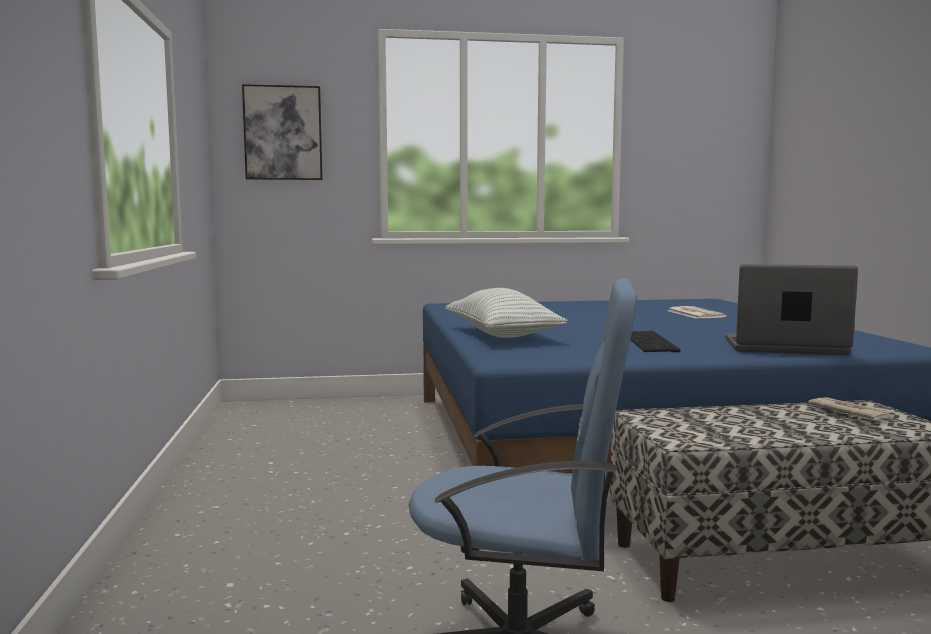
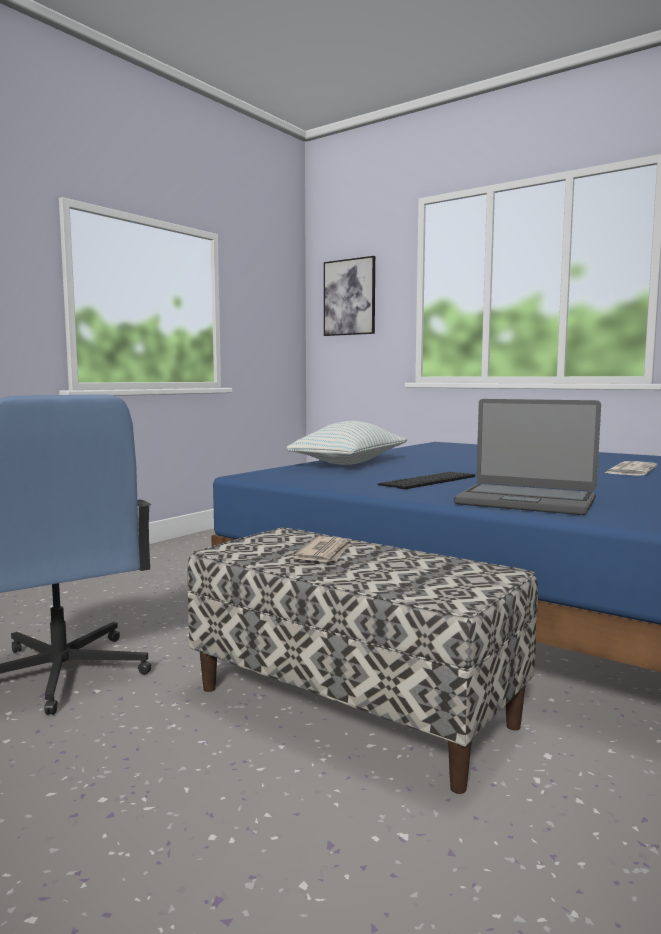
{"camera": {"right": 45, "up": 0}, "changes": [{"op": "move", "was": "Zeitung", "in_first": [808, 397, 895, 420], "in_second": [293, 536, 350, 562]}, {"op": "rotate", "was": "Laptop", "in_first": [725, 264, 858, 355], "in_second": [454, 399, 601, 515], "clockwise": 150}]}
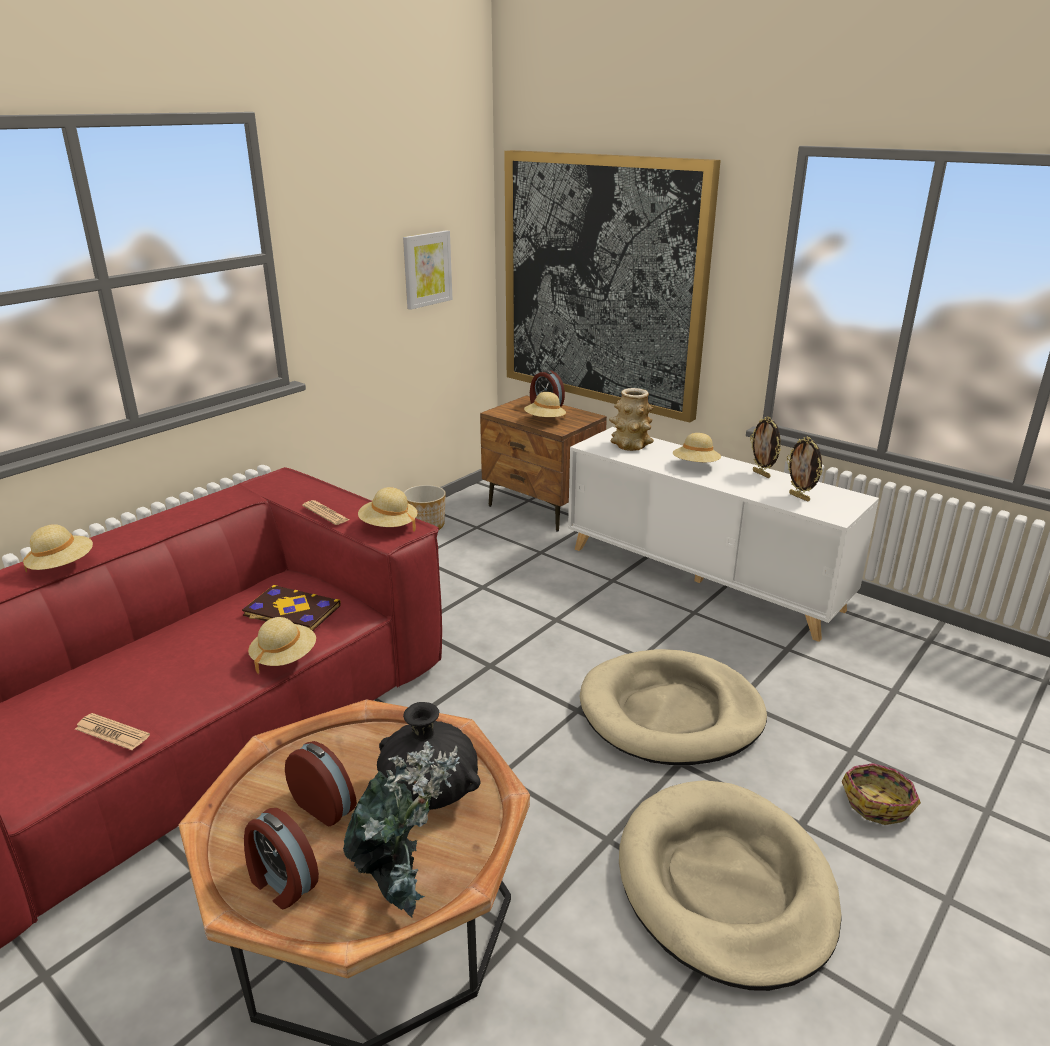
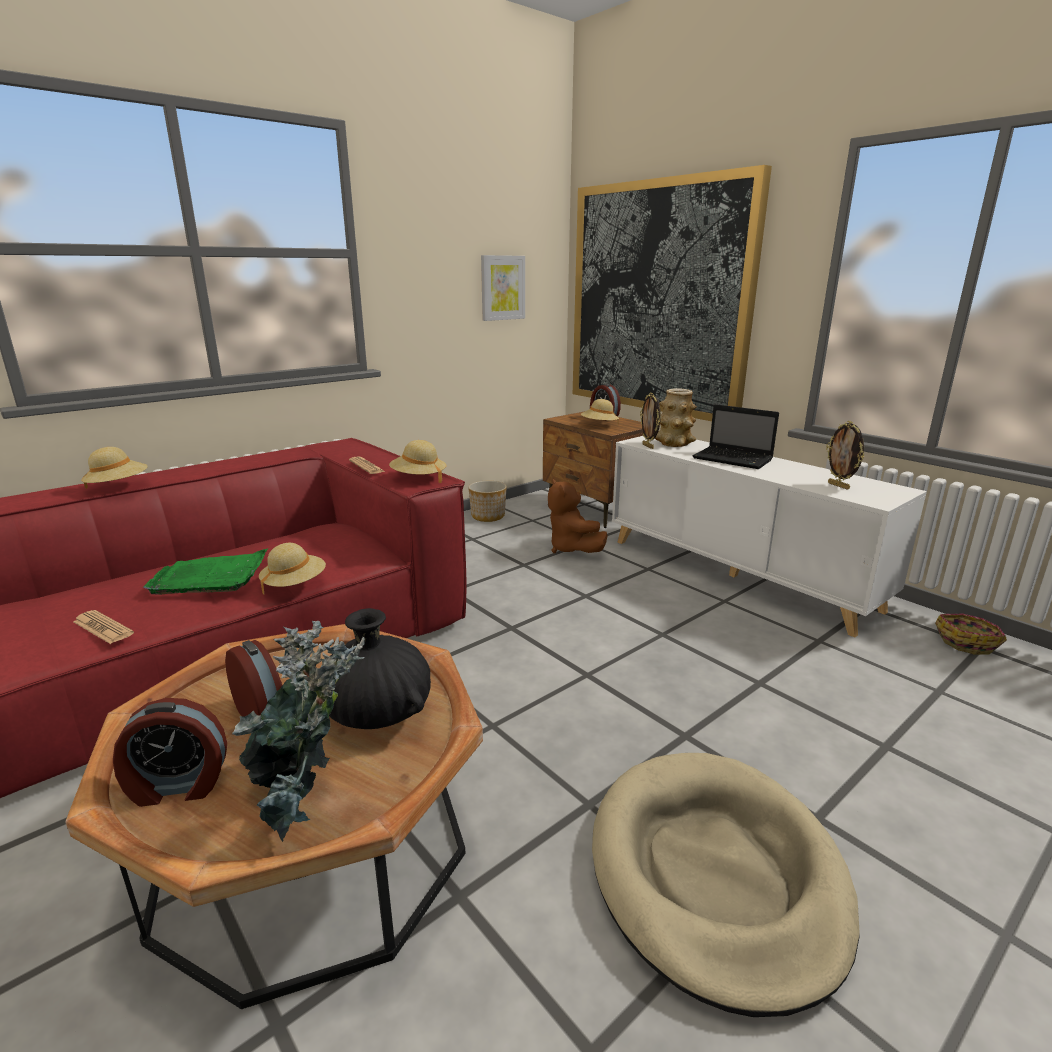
{"camera": {"right": 10, "up": -5}, "changes": [{"op": "delete", "was": "Buch", "in_first": [242, 585, 341, 631]}, {"op": "delete", "was": "Hundebett (beige)", "in_first": [579, 649, 767, 765]}, {"op": "insert", "now": "Tablett (grün)", "in_second": [143, 548, 269, 595]}, {"op": "insert", "now": "Plüschtier (braun)", "in_second": [548, 479, 608, 553]}, {"op": "move", "was": "Bilderrahmen", "in_first": [750, 416, 781, 478], "in_second": [640, 392, 661, 449]}, {"op": "move", "was": "Korb", "in_first": [842, 763, 921, 825], "in_second": [935, 614, 1007, 655]}, {"op": "replace", "was": "Hut (beige)", "now": "Laptop", "in_first": [673, 433, 721, 462], "in_second": [693, 404, 779, 469]}, {"op": "rotate", "was": "Wecker", "in_first": [244, 808, 319, 909], "in_second": [113, 698, 227, 807], "clockwise": -60}]}
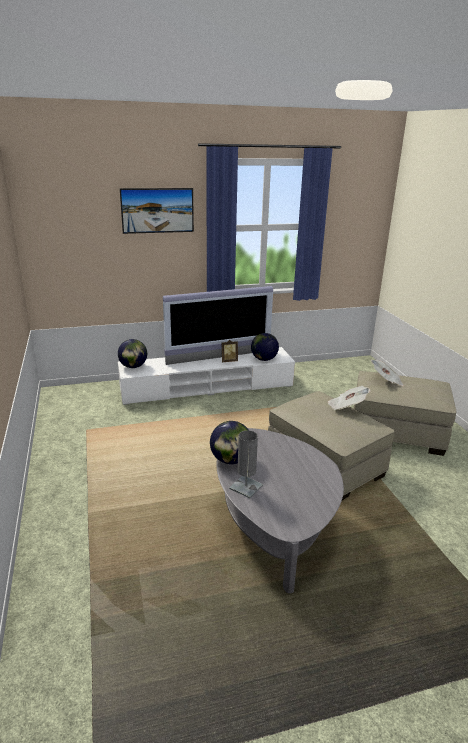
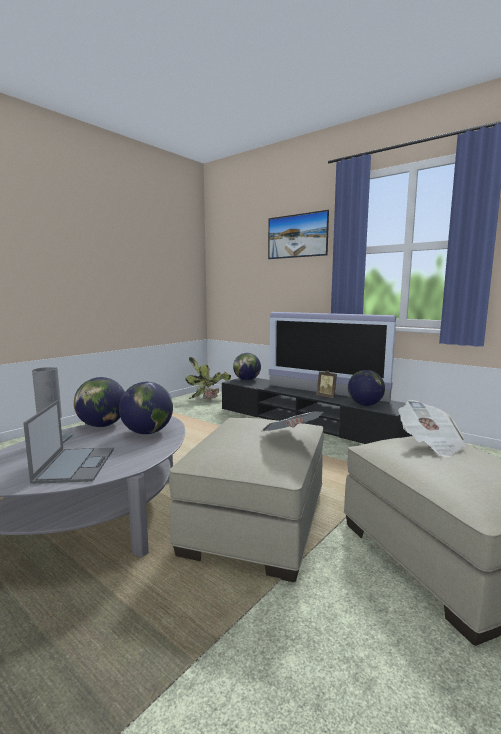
{"camera": {"right": 55, "up": -15}, "changes": [{"op": "insert", "now": "Laptop", "in_second": [23, 400, 114, 484]}, {"op": "insert", "now": "Globus", "in_second": [119, 382, 173, 434]}, {"op": "insert", "now": "Topfpflanze", "in_second": [186, 357, 231, 400]}, {"op": "recolor", "was": "Fernsehschrank (weiß)", "now": "Fernsehschrank (schwarz)", "in_first": [118, 347, 295, 405], "in_second": [222, 378, 412, 444]}]}
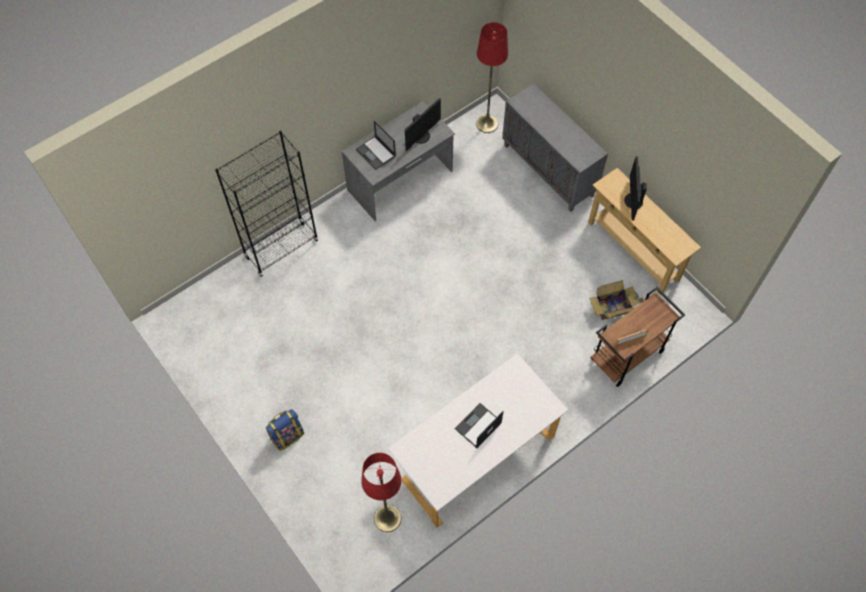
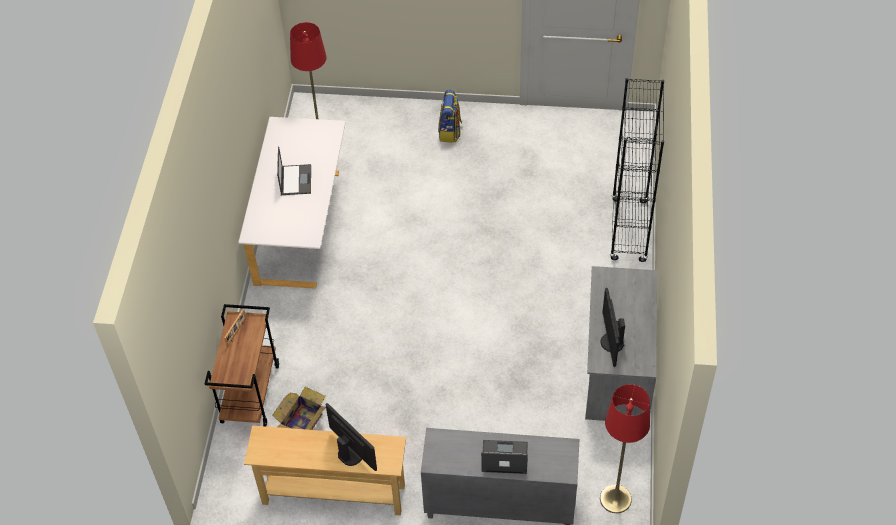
{"camera": {"right": 135, "up": -10}, "changes": [{"op": "move", "was": "Laptop", "in_first": [356, 120, 396, 170], "in_second": [481, 440, 528, 474]}]}
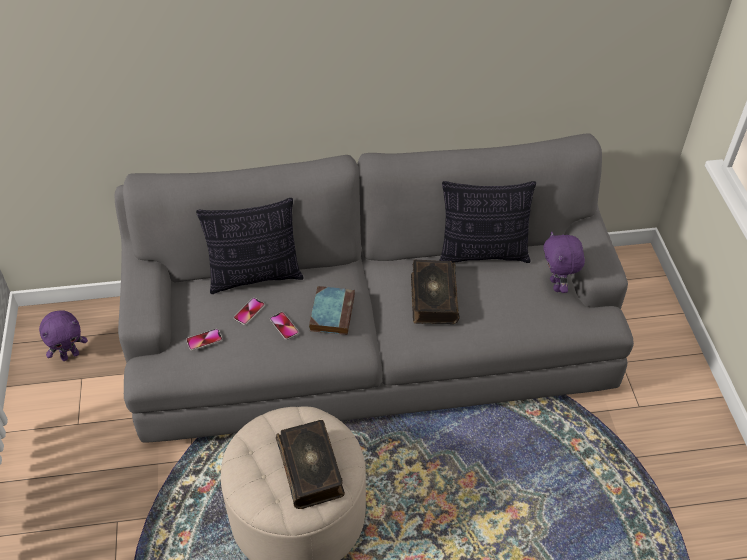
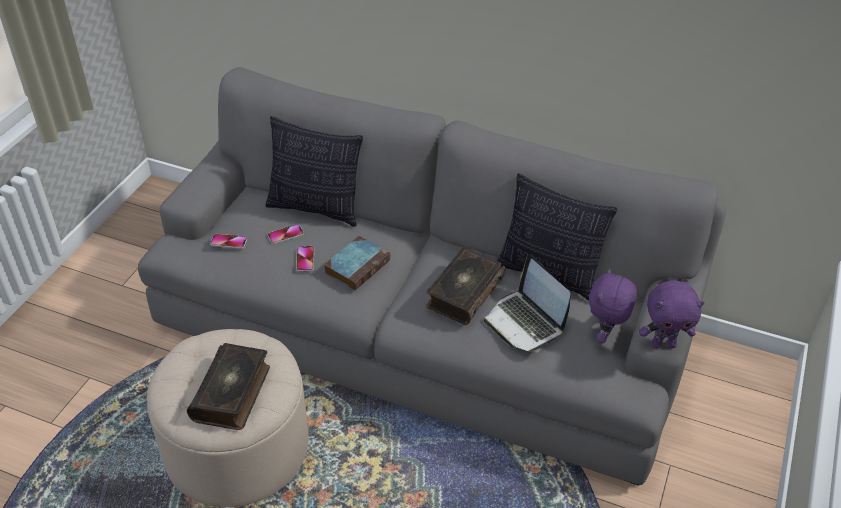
{"camera": {"right": 30, "up": -5}, "changes": [{"op": "insert", "now": "Laptop", "in_second": [484, 254, 571, 352]}, {"op": "move", "was": "Plüschtier (lila)", "in_first": [39, 310, 88, 361], "in_second": [639, 280, 705, 348]}]}
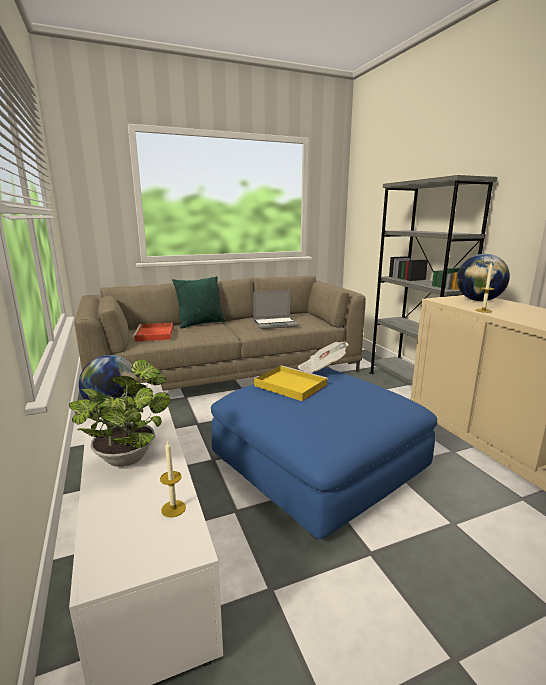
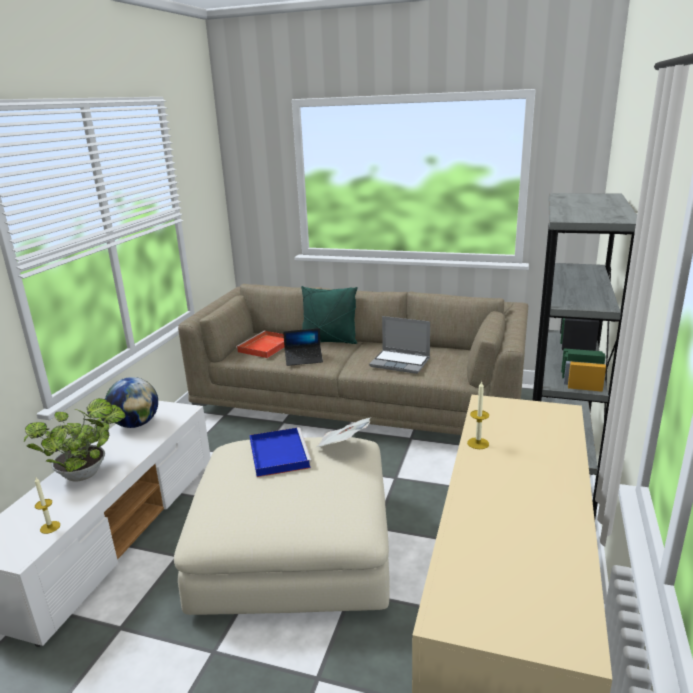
{"camera": {"right": 40, "up": 5}, "changes": [{"op": "delete", "was": "Globus", "in_first": [457, 254, 510, 301]}, {"op": "insert", "now": "Laptop", "in_second": [283, 328, 323, 366]}, {"op": "recolor", "was": "Polsterhocker (blau)", "now": "Polsterhocker (beige)", "in_first": [211, 367, 437, 539], "in_second": [174, 437, 390, 615]}, {"op": "recolor", "was": "Tablett (gelb)", "now": "Tablett (blau)", "in_first": [254, 365, 328, 401], "in_second": [250, 427, 312, 477]}]}
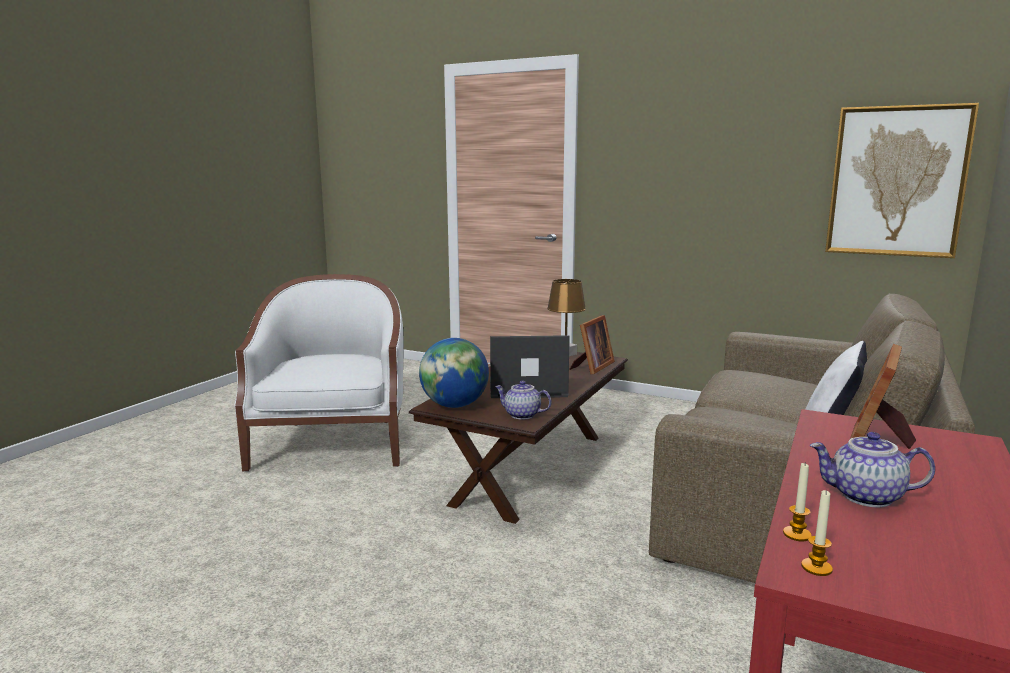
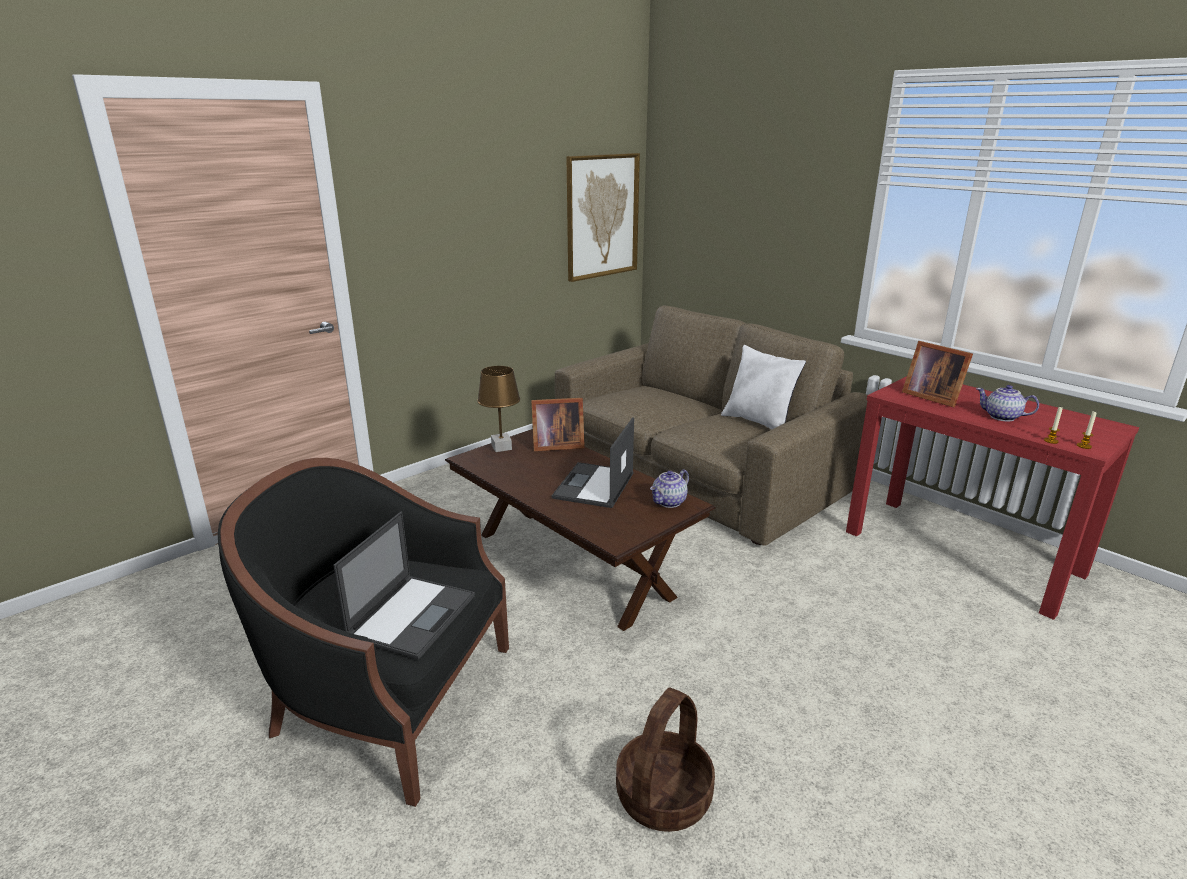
{"camera": {"right": -70, "up": 10}, "changes": [{"op": "delete", "was": "Globus", "in_first": [419, 338, 489, 408]}, {"op": "insert", "now": "Laptop", "in_second": [333, 512, 475, 659]}, {"op": "insert", "now": "Korb", "in_second": [616, 688, 715, 832]}, {"op": "recolor", "was": "Sessel (weiß)", "now": "Sessel (schwarz)", "in_first": [234, 274, 403, 472], "in_second": [218, 458, 509, 807]}, {"op": "rotate", "was": "Bilderrahmen", "in_first": [570, 315, 615, 374], "in_second": [531, 398, 585, 451], "clockwise": 120}, {"op": "rotate", "was": "Teekanne", "in_first": [810, 432, 935, 507], "in_second": [976, 385, 1039, 421], "clockwise": 90}]}
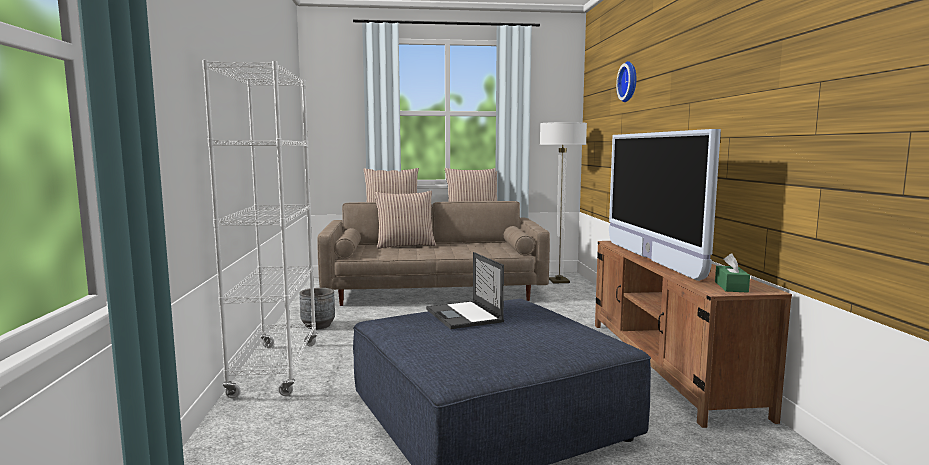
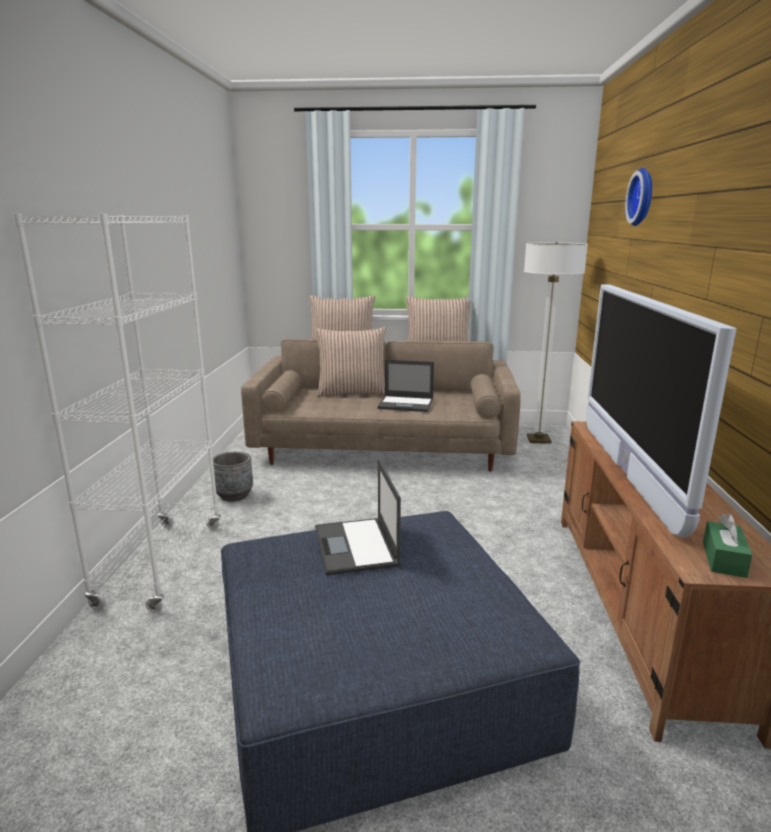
{"camera": {"right": 10, "up": 10}, "changes": [{"op": "insert", "now": "Laptop", "in_second": [377, 360, 434, 412]}]}
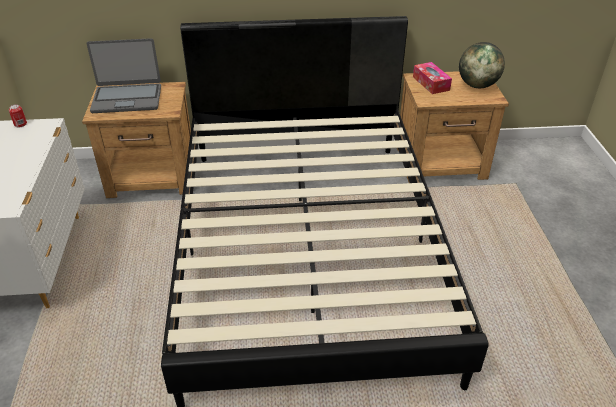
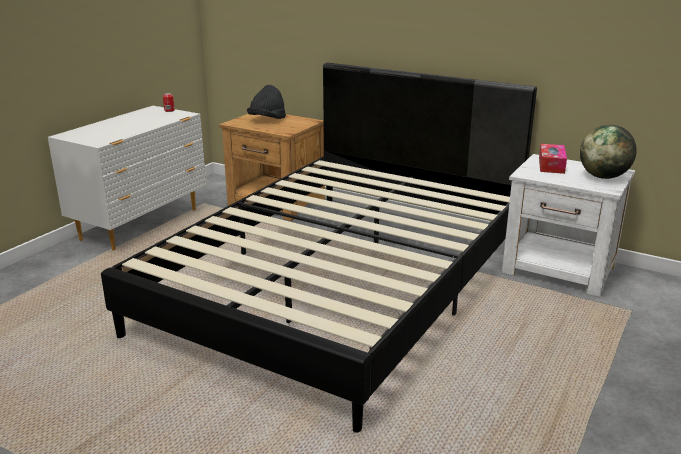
{"camera": {"right": 35, "up": -15}, "changes": [{"op": "replace", "was": "Laptop", "now": "Hut (schwarz)", "in_first": [87, 38, 161, 113], "in_second": [247, 85, 286, 119]}, {"op": "recolor", "was": "Nachttisch (braun)", "now": "Nachttisch (weiß)", "in_first": [397, 71, 509, 183], "in_second": [502, 154, 635, 297]}]}
